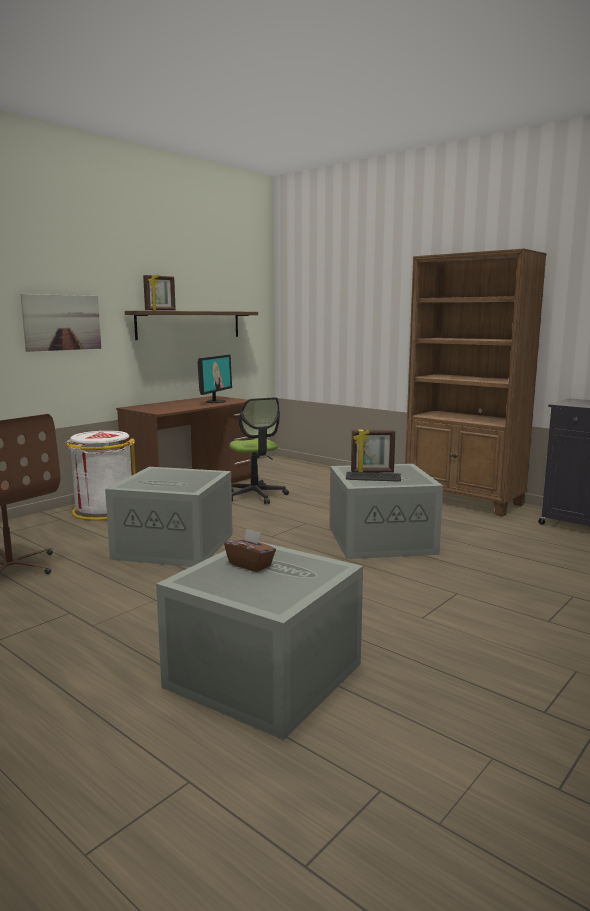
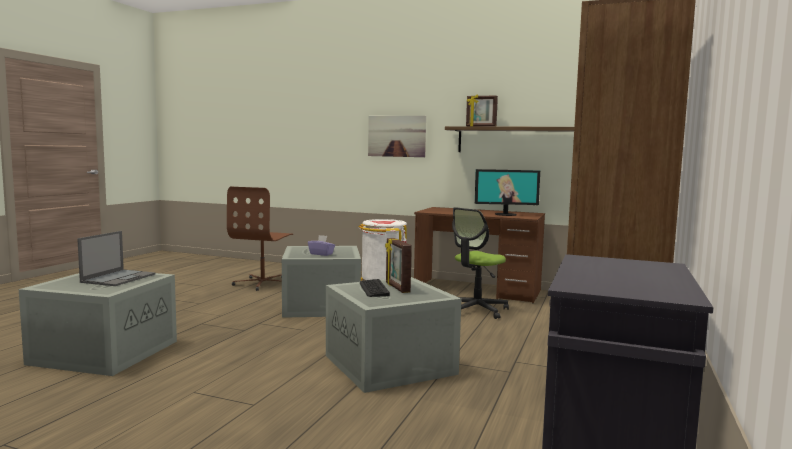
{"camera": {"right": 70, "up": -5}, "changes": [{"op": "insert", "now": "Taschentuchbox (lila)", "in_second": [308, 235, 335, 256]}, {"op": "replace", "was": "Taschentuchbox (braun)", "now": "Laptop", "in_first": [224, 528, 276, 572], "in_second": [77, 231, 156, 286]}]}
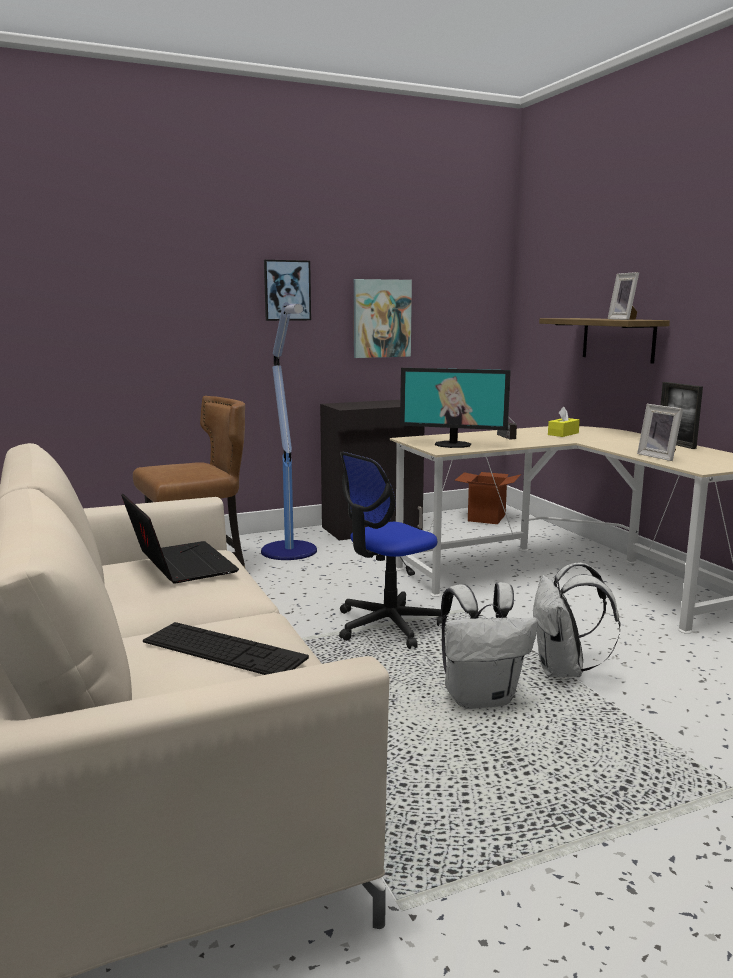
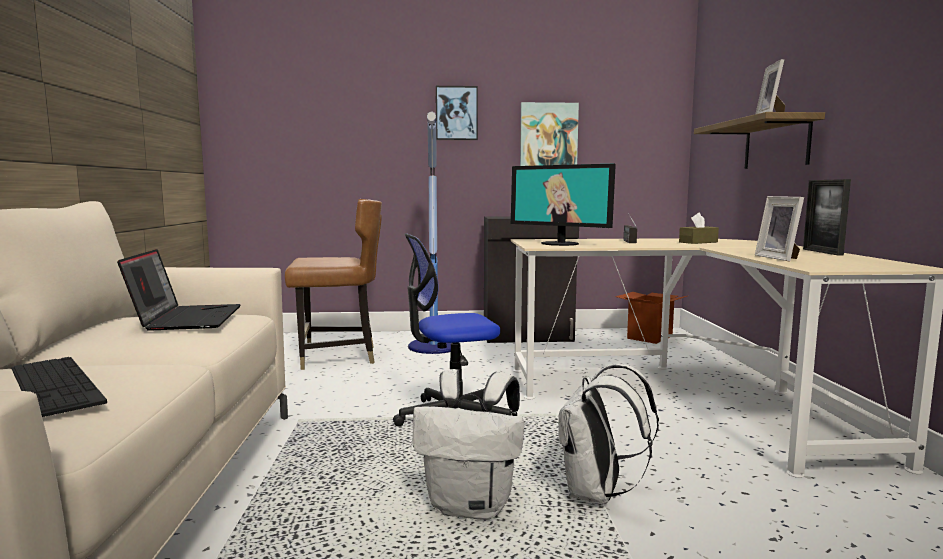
{"camera": {"right": 20, "up": -5}, "changes": [{"op": "recolor", "was": "Taschentuchbox (gelb)", "now": "Taschentuchbox (braun)", "in_first": [548, 407, 580, 437], "in_second": [679, 213, 719, 244]}]}
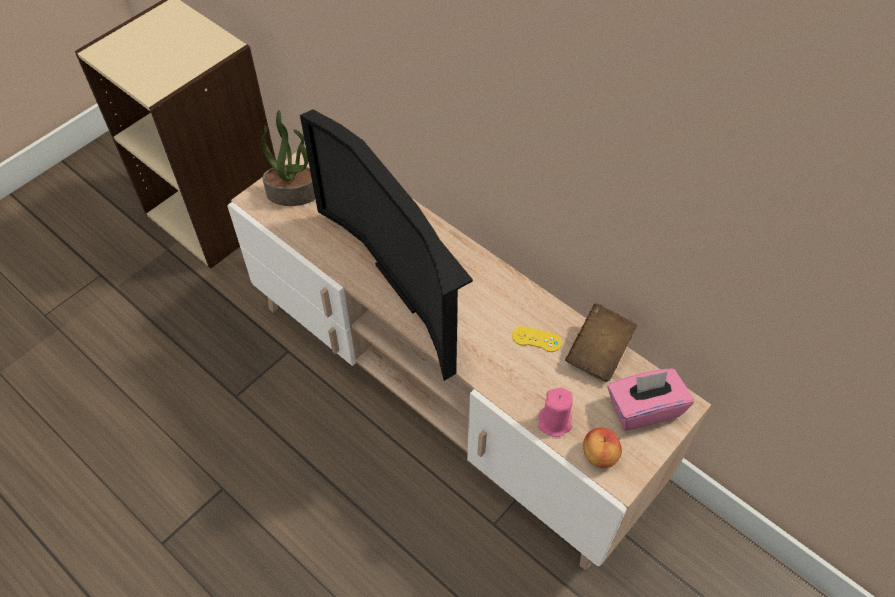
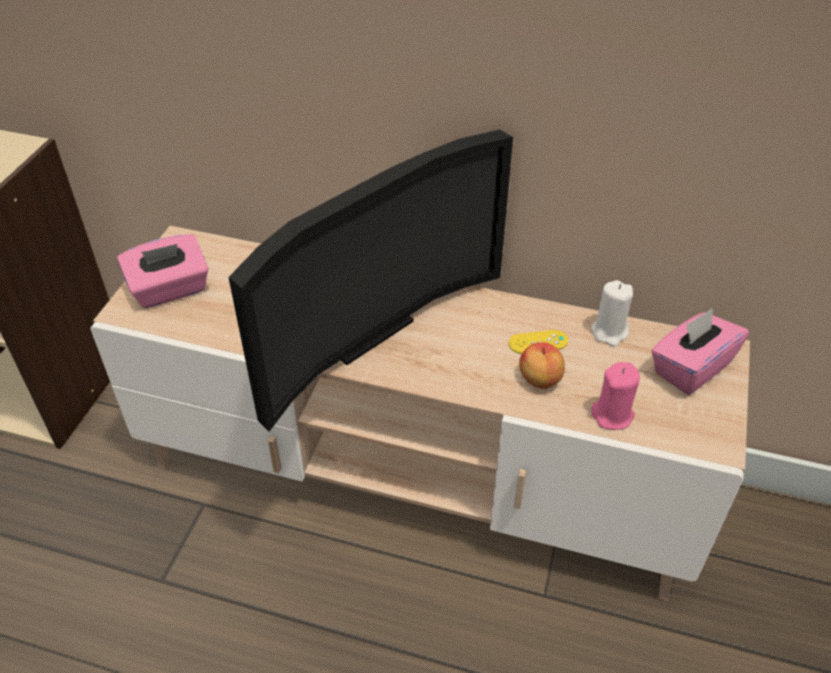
{"camera": {"right": -25, "up": -10}, "changes": [{"op": "move", "was": "Apfel", "in_first": [583, 428, 622, 468], "in_second": [519, 342, 565, 389]}, {"op": "replace", "was": "Topfpflanze", "now": "Taschentuchbox (rosa)", "in_first": [261, 110, 315, 206], "in_second": [117, 235, 209, 308]}, {"op": "replace", "was": "Buch (braun)", "now": "Kerze (weiß)", "in_first": [565, 304, 638, 382], "in_second": [591, 280, 633, 347]}, {"op": "rotate", "was": "Fernseher", "in_first": [300, 109, 473, 381], "in_second": [228, 130, 513, 432], "clockwise": -75}]}
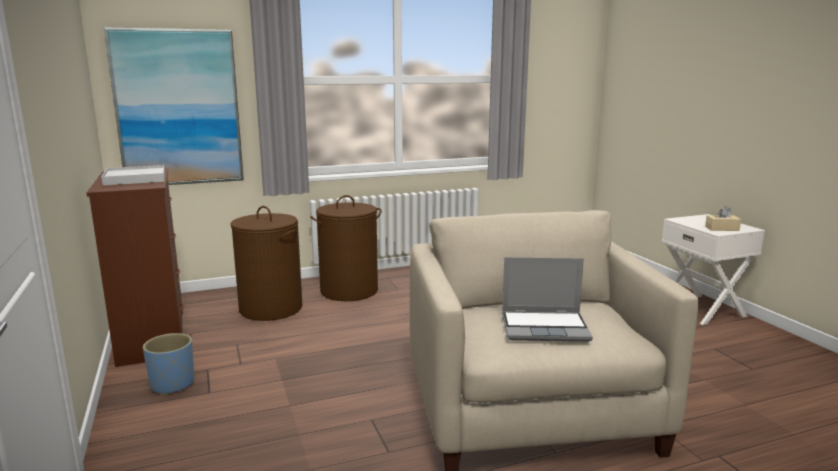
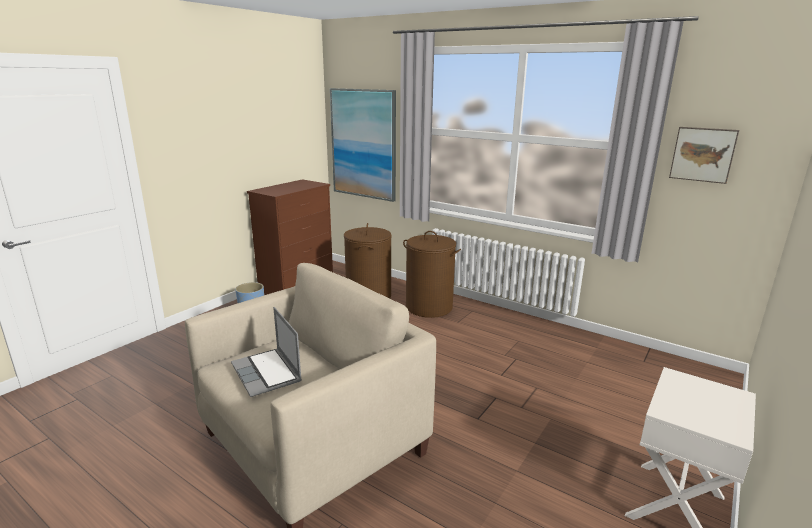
{"camera": {"right": 55, "up": 5}, "changes": [{"op": "delete", "was": "Tablett (weiß)", "in_first": [101, 165, 165, 186]}, {"op": "delete", "was": "Taschentuchbox (beige)", "in_first": [705, 206, 741, 231]}, {"op": "insert", "now": "Bild", "in_second": [669, 127, 739, 184]}]}
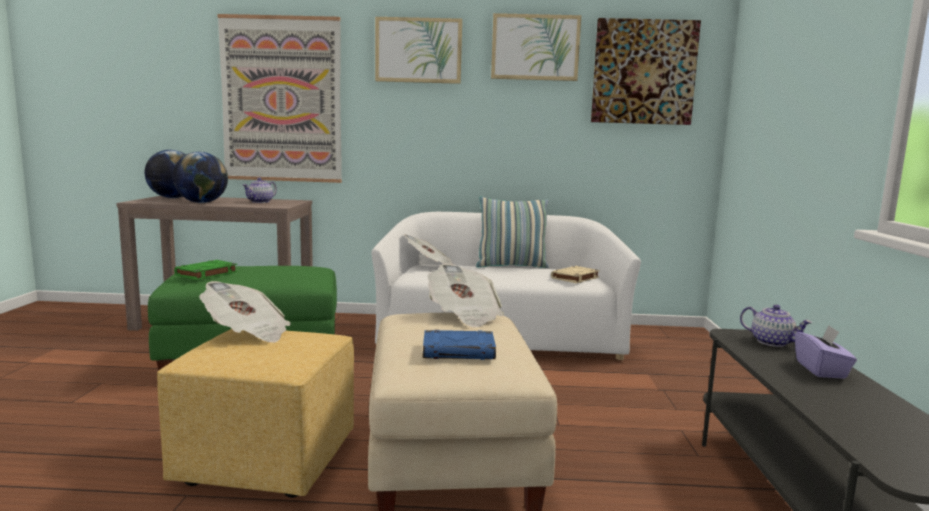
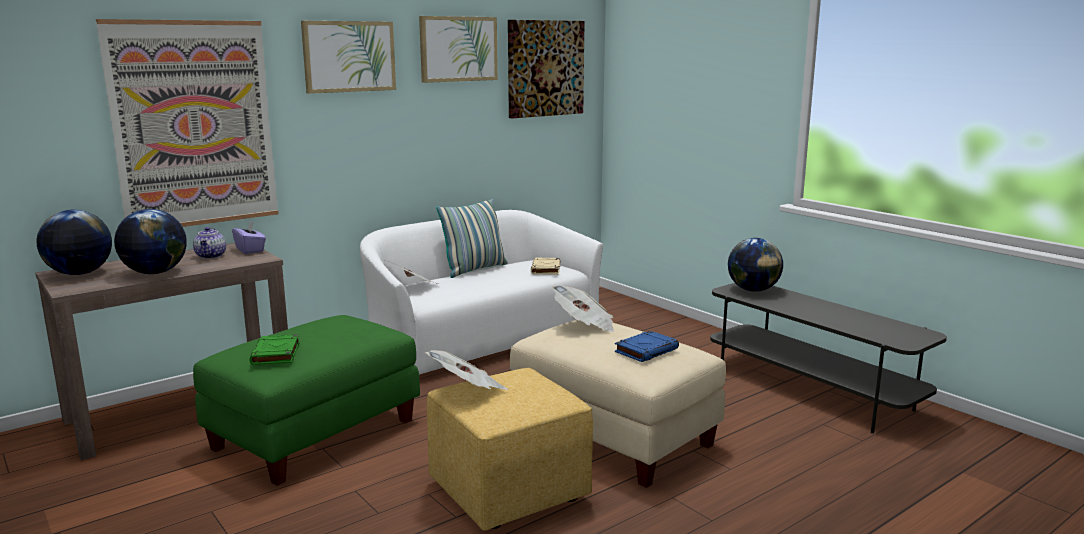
{"camera": {"right": -40, "up": 5}, "changes": [{"op": "move", "was": "Taschentuchbox (lila)", "in_first": [795, 325, 857, 379], "in_second": [232, 221, 266, 254]}, {"op": "replace", "was": "Teekanne", "now": "Globus", "in_first": [740, 305, 813, 347], "in_second": [728, 238, 783, 292]}]}
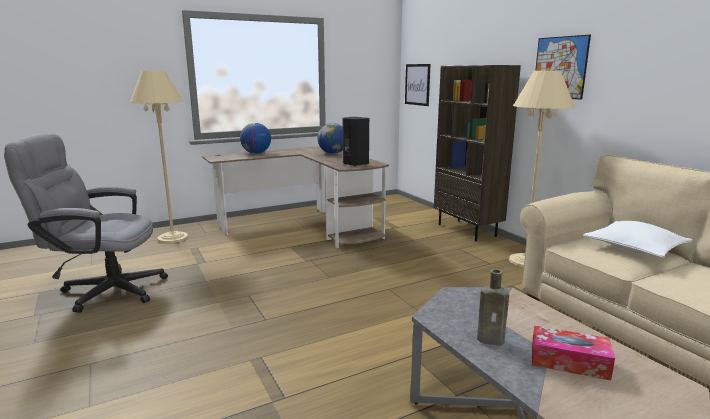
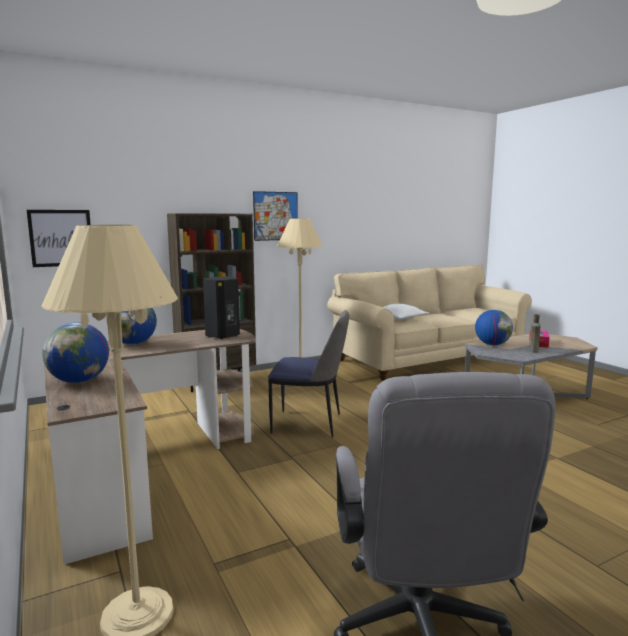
{"camera": {"right": -90, "up": -5}, "changes": [{"op": "insert", "now": "Stuhl", "in_second": [268, 310, 349, 438]}, {"op": "insert", "now": "Globus", "in_second": [475, 310, 513, 345]}]}
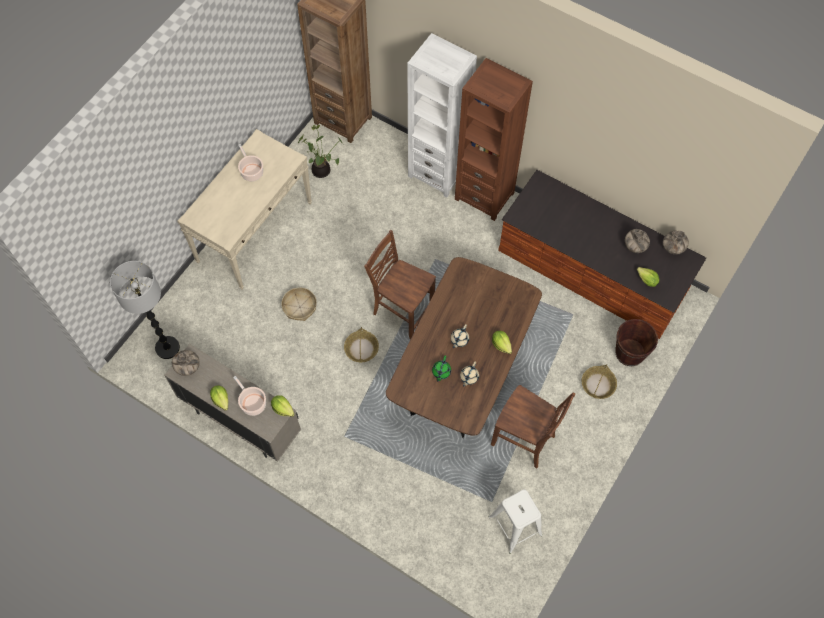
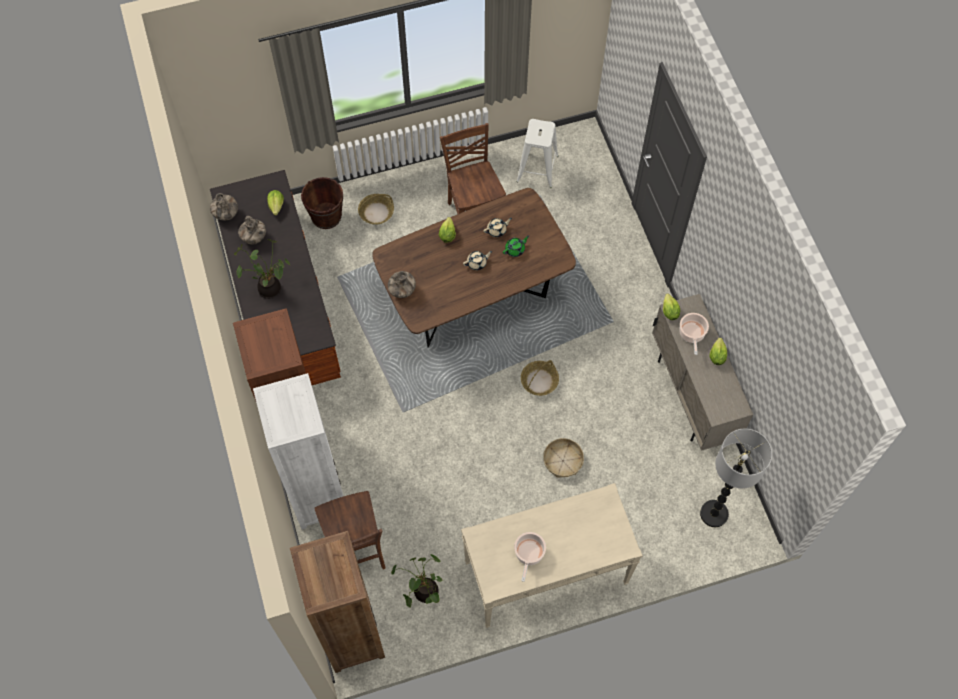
{"camera": {"right": -140, "up": 0}, "changes": [{"op": "insert", "now": "Topfpflanze", "in_second": [234, 239, 290, 299]}, {"op": "move", "was": "Vase", "in_first": [172, 350, 200, 376], "in_second": [388, 271, 416, 298]}, {"op": "move", "was": "Stuhl (braun)", "in_first": [364, 230, 436, 339], "in_second": [314, 491, 386, 570]}]}
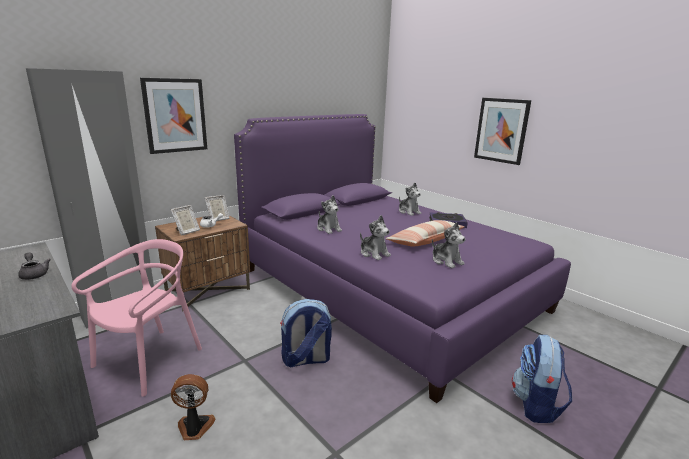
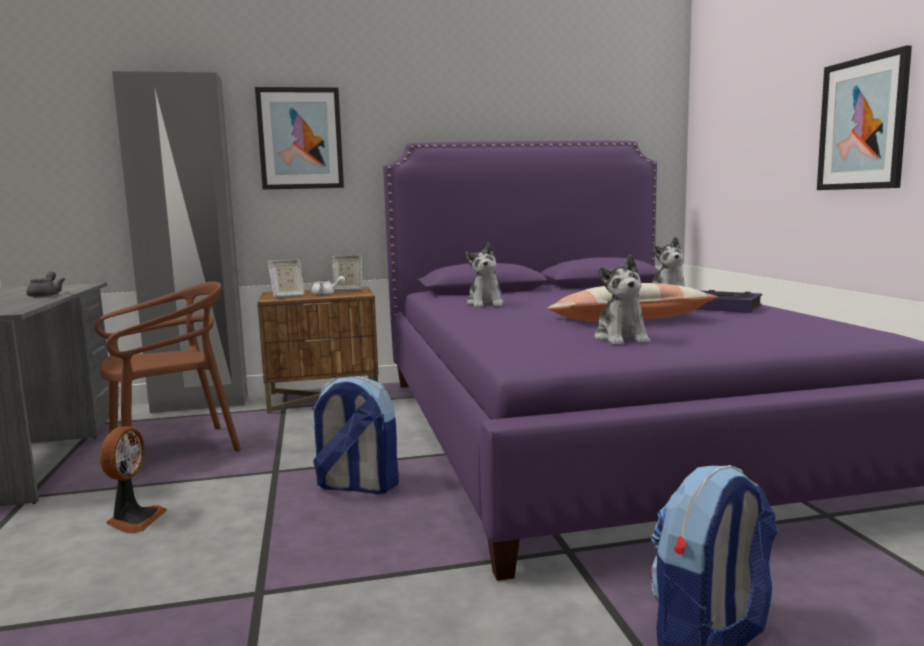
{"camera": {"right": 30, "up": -10}, "changes": [{"op": "delete", "was": "Plüschtier", "in_first": [360, 215, 391, 260]}, {"op": "recolor", "was": "Stuhl (rosa)", "now": "Stuhl (braun)", "in_first": [71, 239, 202, 397], "in_second": [95, 281, 241, 452]}, {"op": "rotate", "was": "Ventilator", "in_first": [171, 374, 216, 440], "in_second": [100, 426, 167, 533], "clockwise": 75}]}
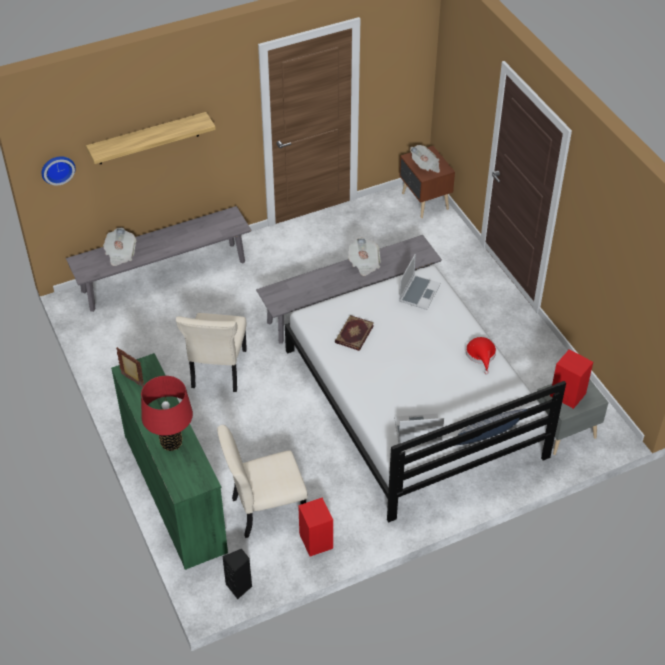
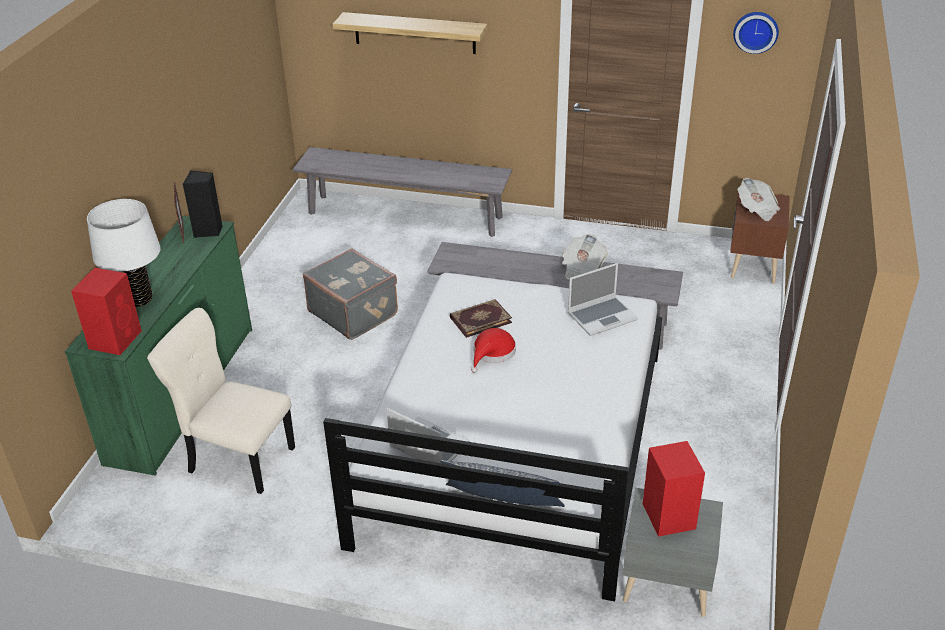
{"camera": {"right": 40, "up": -10}, "changes": [{"op": "delete", "was": "Zeitung", "in_first": [103, 228, 136, 266]}, {"op": "move", "was": "Wanduhr", "in_first": [42, 156, 76, 185], "in_second": [733, 12, 779, 54]}, {"op": "move", "was": "Lautsprecher (schwarz)", "in_first": [222, 549, 252, 599], "in_second": [183, 170, 223, 238]}, {"op": "move", "was": "Lautsprecher (rot)", "in_first": [298, 498, 333, 557], "in_second": [71, 268, 142, 355]}, {"op": "move", "was": "Hut (rot)", "in_first": [466, 337, 496, 375], "in_second": [471, 328, 516, 373]}, {"op": "replace", "was": "Stuhl (beige)", "now": "Koffer (grau)", "in_first": [176, 313, 247, 392], "in_second": [303, 248, 398, 340]}, {"op": "recolor", "was": "Tischlampe (rot)", "now": "Tischlampe (weiß)", "in_first": [141, 376, 193, 451], "in_second": [87, 199, 161, 307]}]}
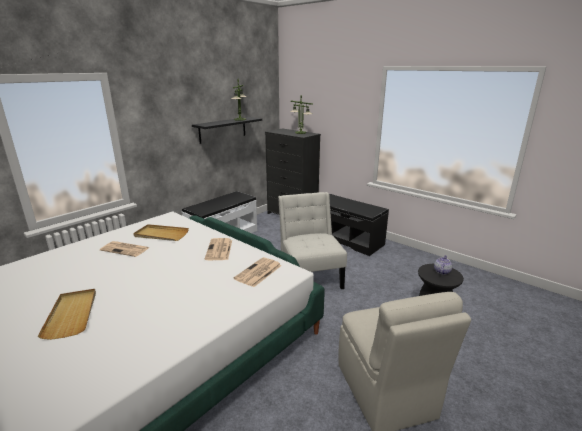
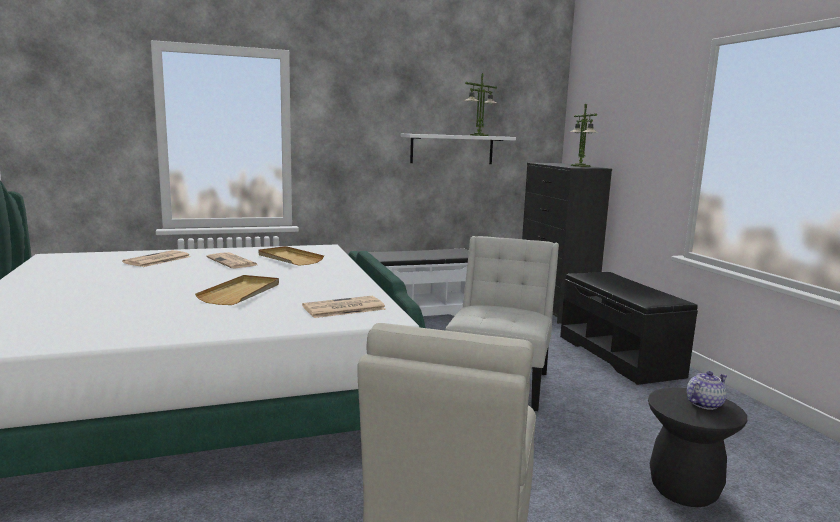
{"camera": {"right": 30, "up": -10}, "changes": [{"op": "move", "was": "Tablett (beige)", "in_first": [38, 289, 96, 340], "in_second": [195, 275, 279, 305]}, {"op": "move", "was": "Zeitung", "in_first": [204, 238, 232, 260], "in_second": [122, 250, 191, 267]}, {"op": "recolor", "was": "Wandregal (schwarz)", "now": "Wandregal (weiß)", "in_first": [192, 117, 262, 144], "in_second": [401, 134, 516, 164]}]}
